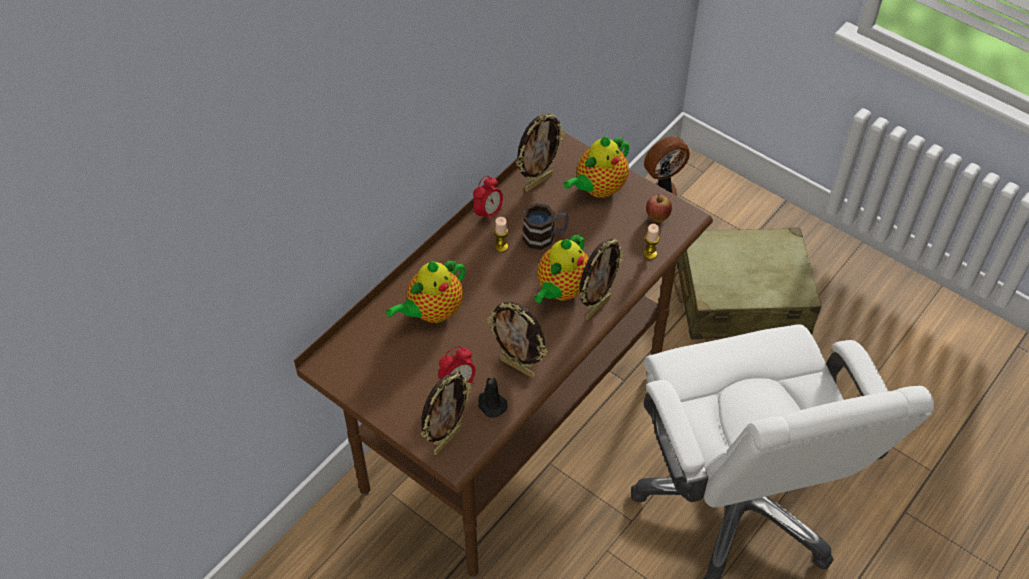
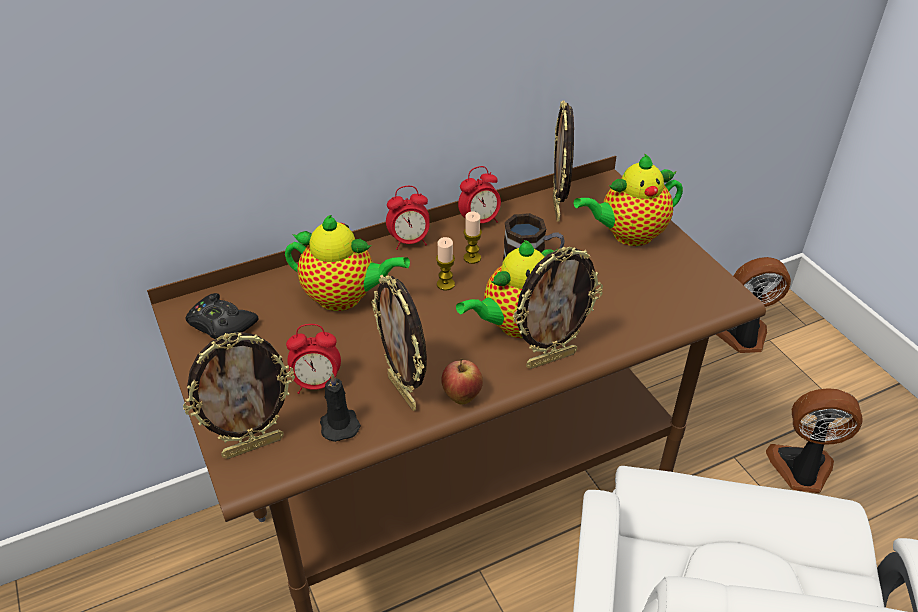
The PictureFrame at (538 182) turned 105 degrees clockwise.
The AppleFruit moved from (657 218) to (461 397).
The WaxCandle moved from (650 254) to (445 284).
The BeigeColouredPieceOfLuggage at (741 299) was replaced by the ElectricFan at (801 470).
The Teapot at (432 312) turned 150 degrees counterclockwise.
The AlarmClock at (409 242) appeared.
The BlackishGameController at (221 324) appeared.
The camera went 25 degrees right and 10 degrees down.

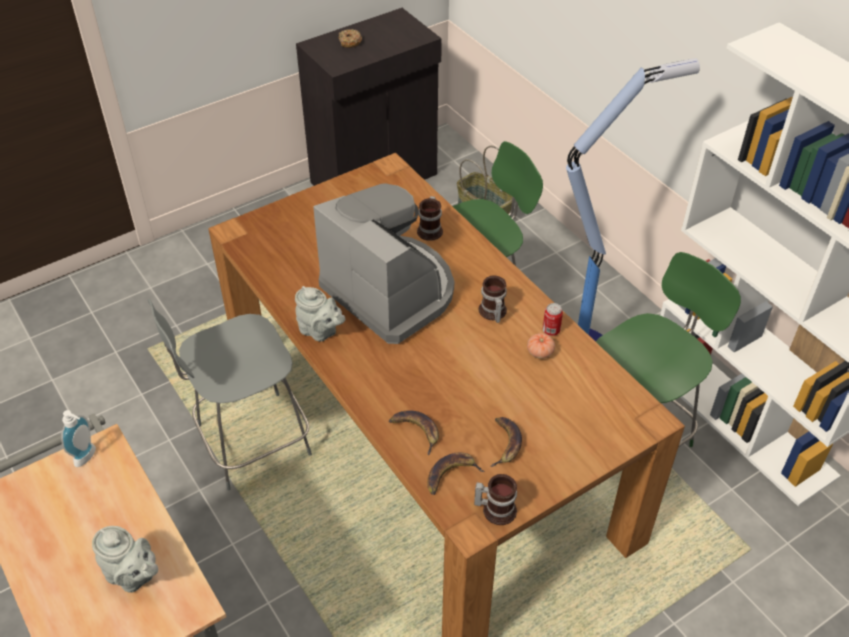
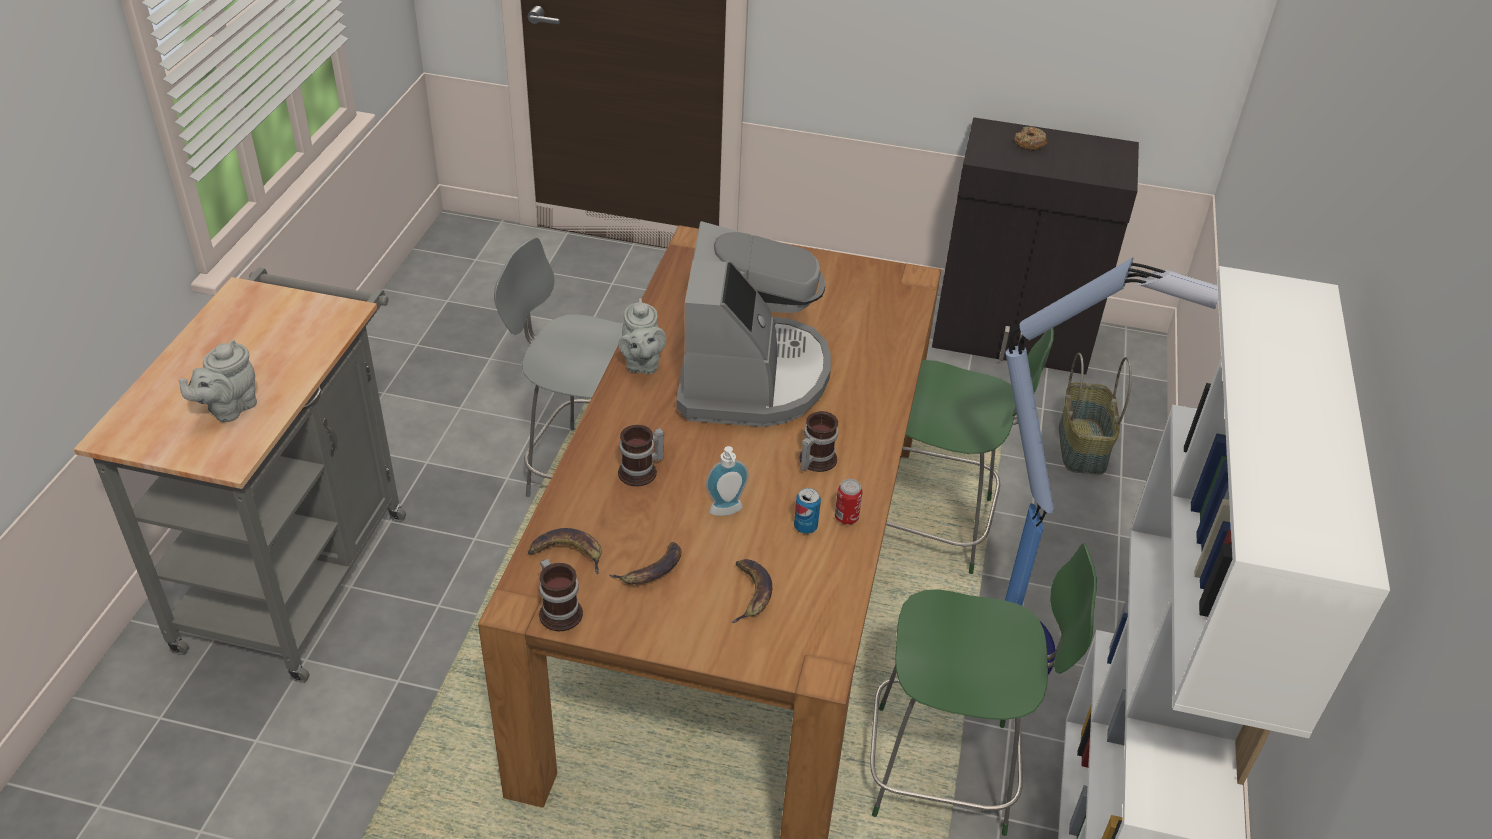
The CoffeeMug moved from (431 230) to (642 472).
The WholeTomato at (540 352) was replaced by the MetalCan at (805 526).
The SoapBottle moved from (87 457) to (727 512).
The WholeBanana moved from (416 431) to (751 593).
The GreyishTeapot at (133 576) turned 45 degrees clockwise.
The camera went 45 degrees right and 5 degrees down.

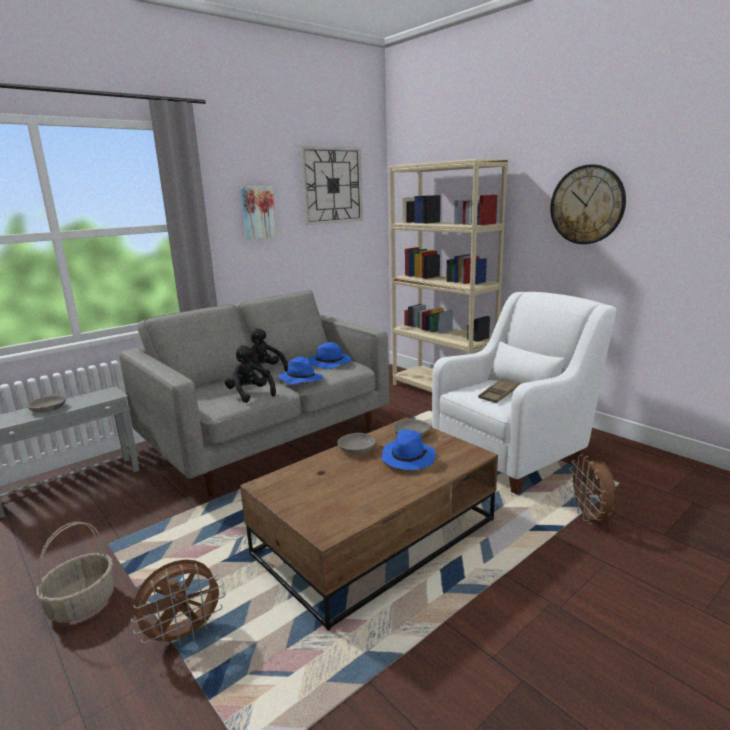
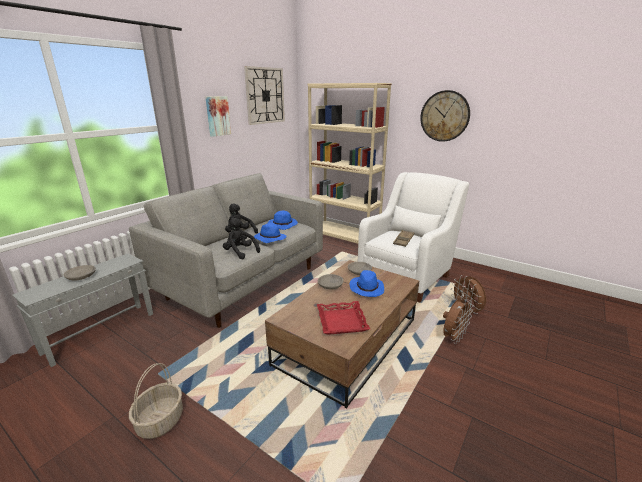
The BrownColouredElectricFan moved from (184 634) to (453 337).
The RedColouredServingTray at (341 321) appeared.
The camera went 15 degrees left and 5 degrees up.

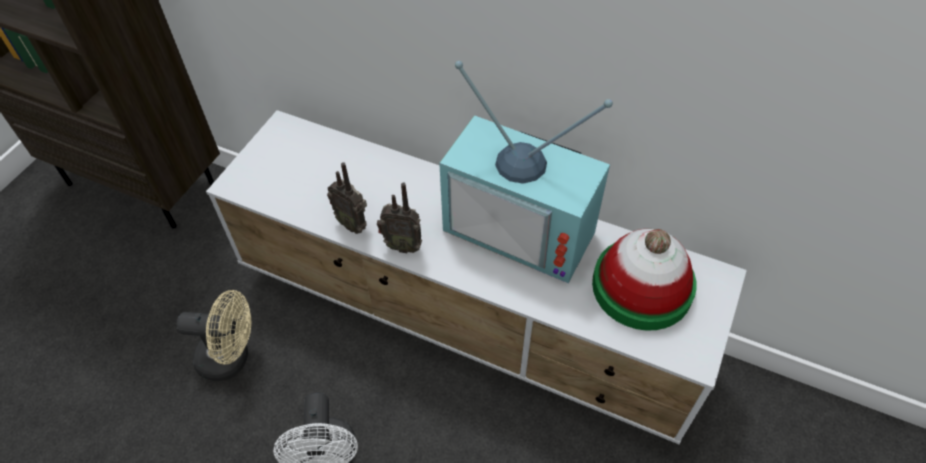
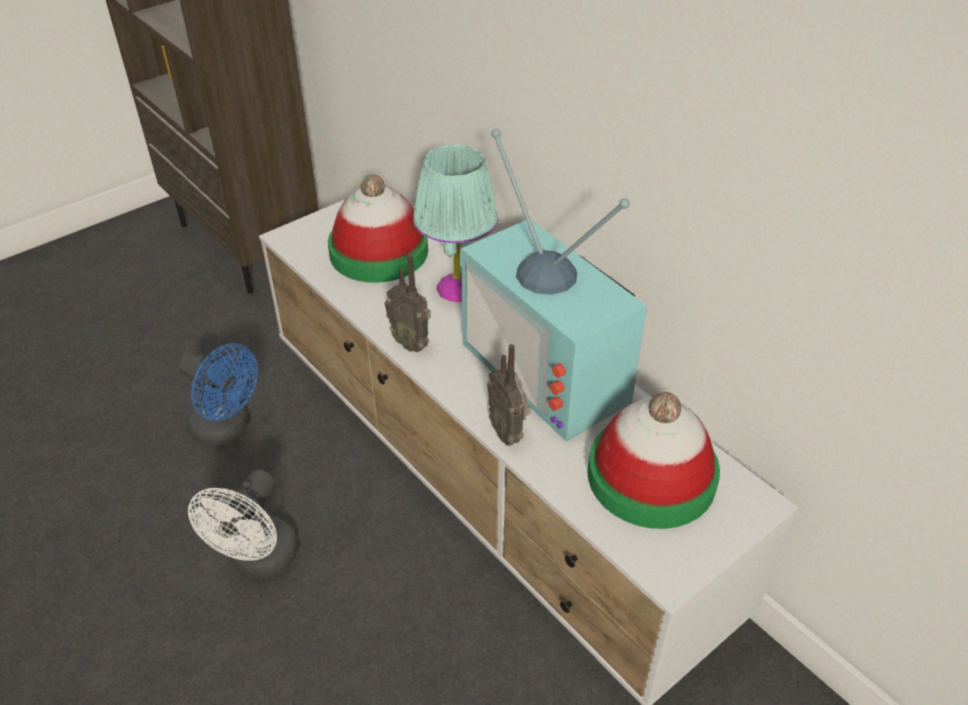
The RadioReceiver moved from (353 224) to (508 433).
The BeigeColouredElectricFan at (231 358) became the BlueElectricFan at (227 428).
The BlueGreenTableLamp at (457 288) appeared.
The WearableHat at (379 251) appeared.
The camera went 25 degrees right and 10 degrees down.

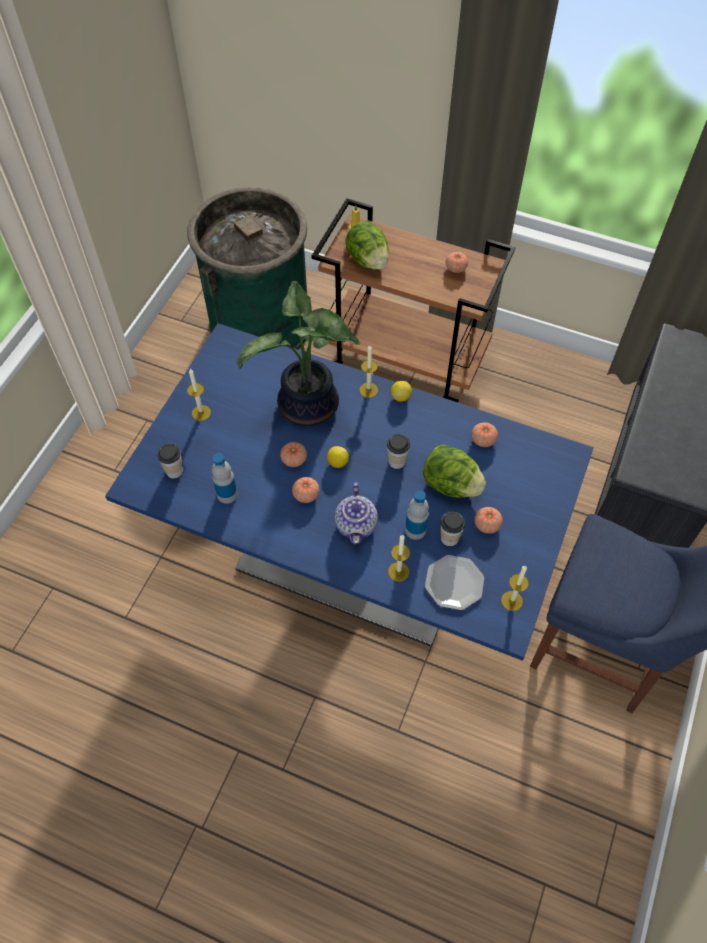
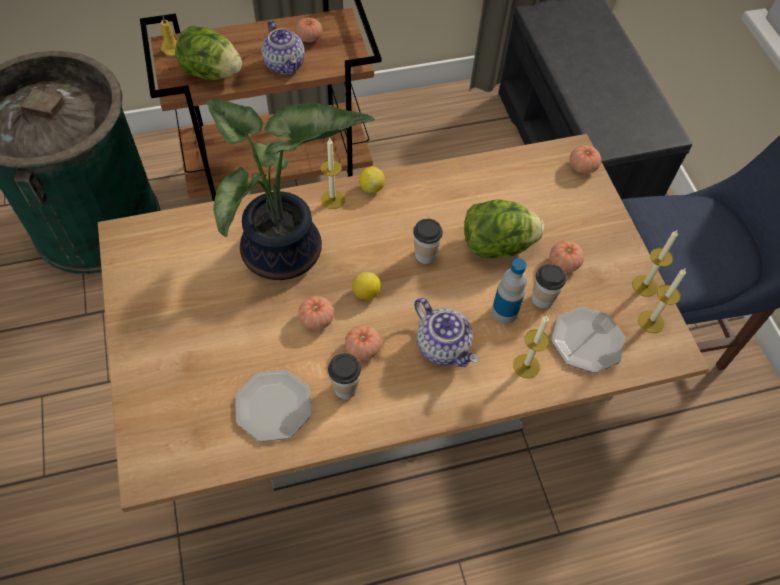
The BlueKitchenTable at (353 559) became the BrownColouredKitchenTable at (384 397).
The WaxCandle moved from (201 413) to (644 285).
The WholeTomato moved from (483 440) to (582 167).
The Cup moved from (174 471) to (345 388).
The BeverageBottle at (227 494) was replaced by the FlatDish at (274 406).
The Teapot at (284 64) appeared.
The camera went 40 degrees left and 0 degrees up.

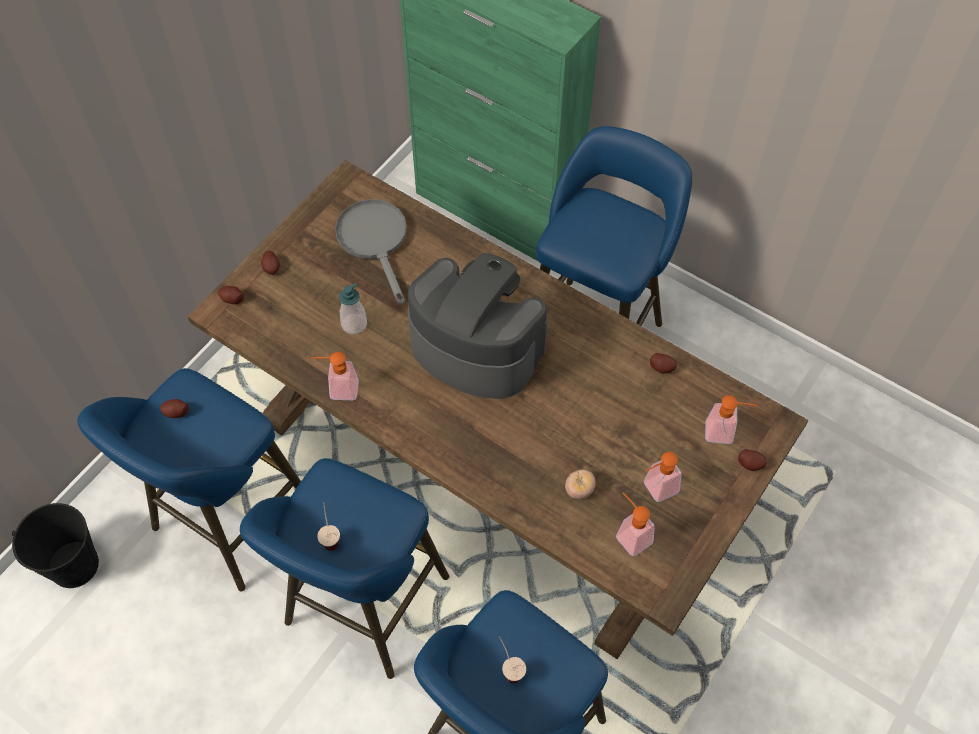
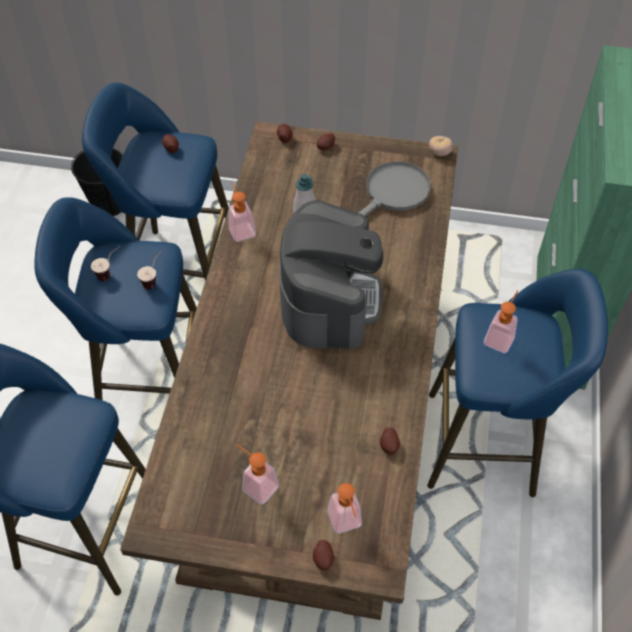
The WholeTomato moved from (579 490) to (439 153).
The SoapBottle moved from (630 535) to (500 337).
The Cup moved from (509 666) to (154 280).
The camera went 65 degrees right and 5 degrees down.

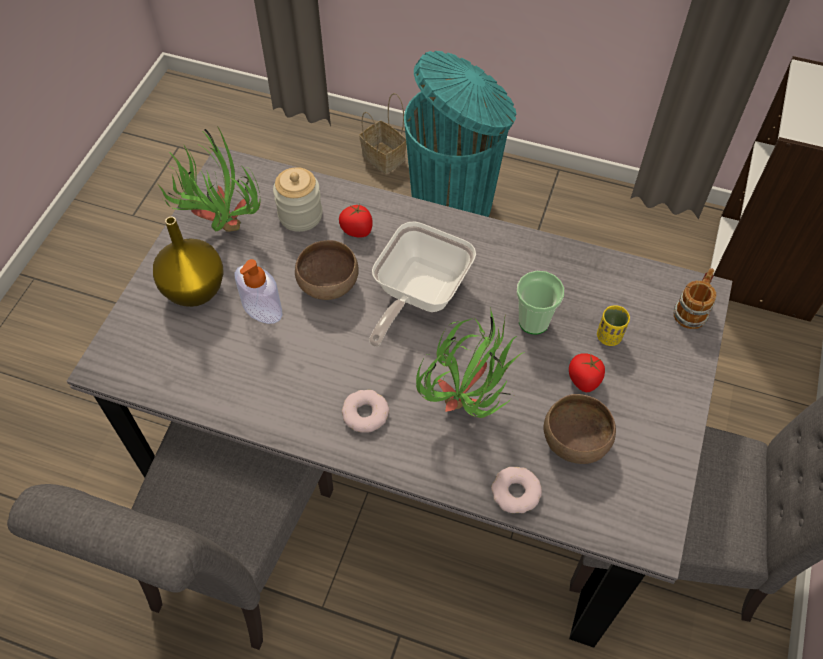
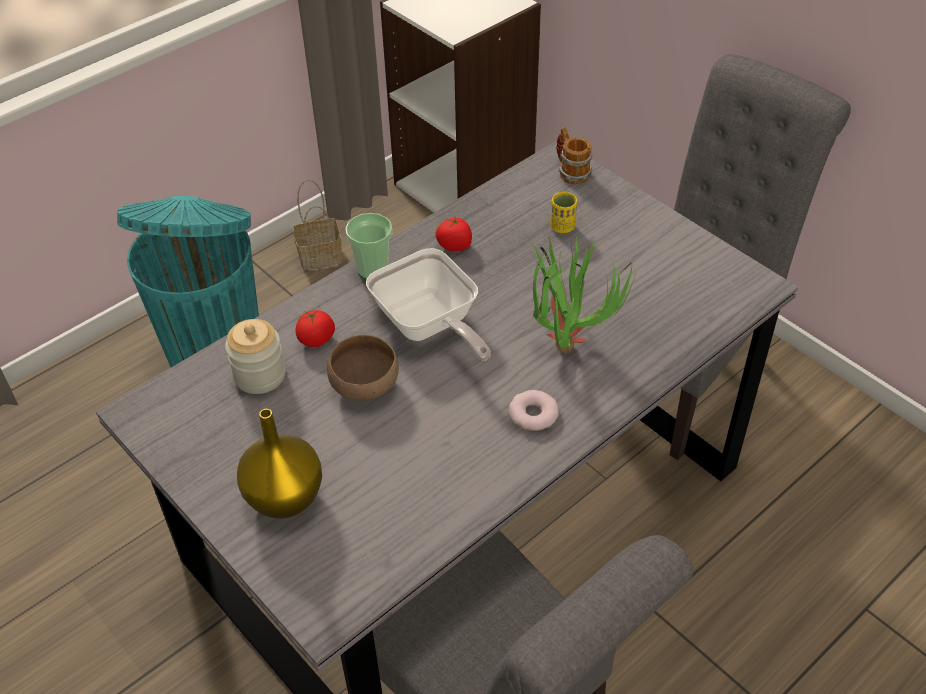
The Basket moved from (385 158) to (321 255).
The PottedPlant at (221 226) disappeared.
The SoapBottle at (262 308) disappeared.
The Cup moved from (533 321) to (373 270).
The WholeTomato moved from (584 380) to (455 245).
The BrownColouredDeepDish at (575 439) disappeared.
The Doughnut at (515 492) disappeared.
The camera went 60 degrees left and 10 degrees down.

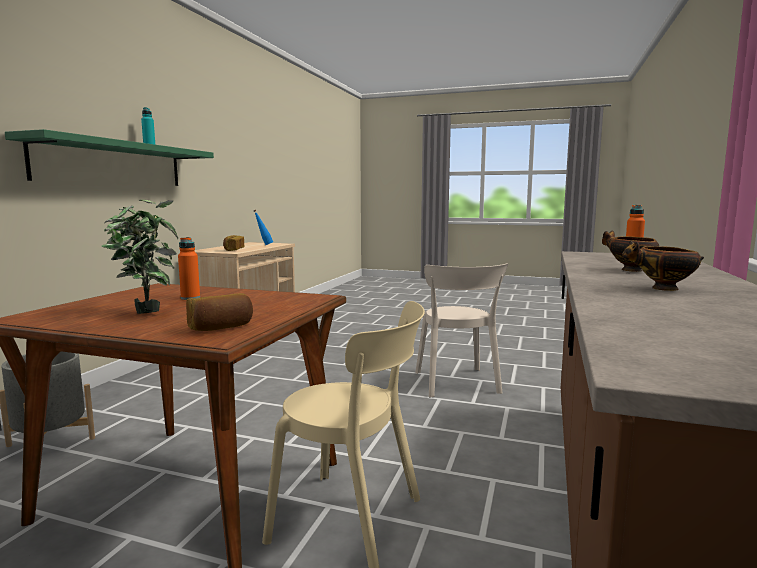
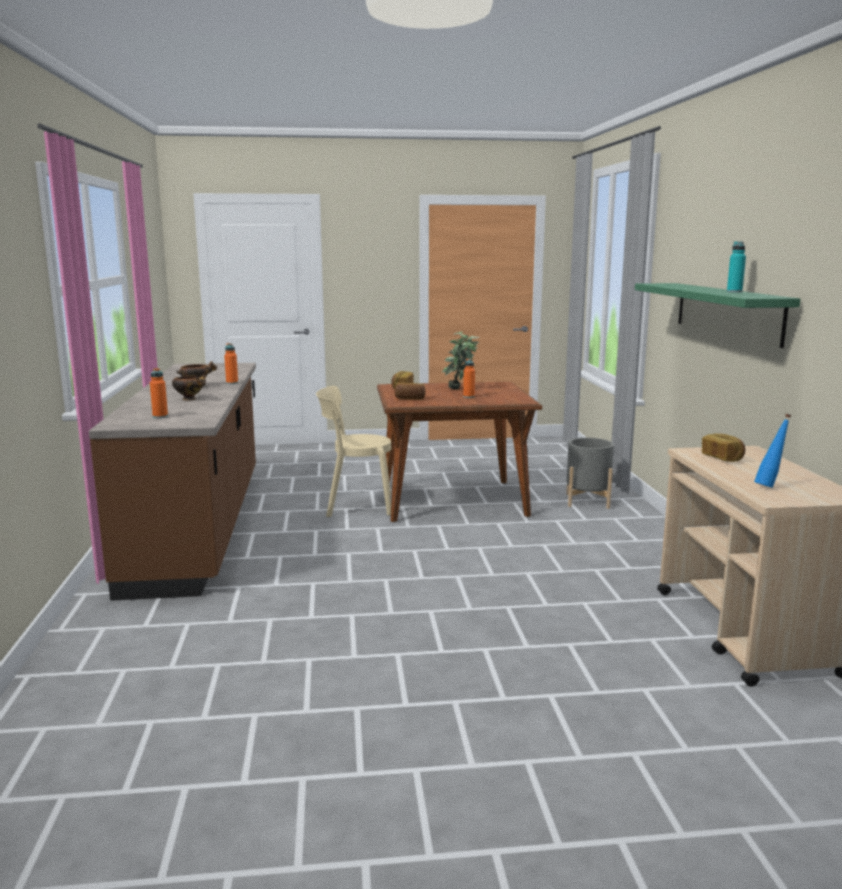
The BeigeColouredChair at (457 384) disappeared.
The OrangeBeverageBottle at (232 383) appeared.
The Bread at (410 399) appeared.
The camera went 155 degrees right and 5 degrees up.

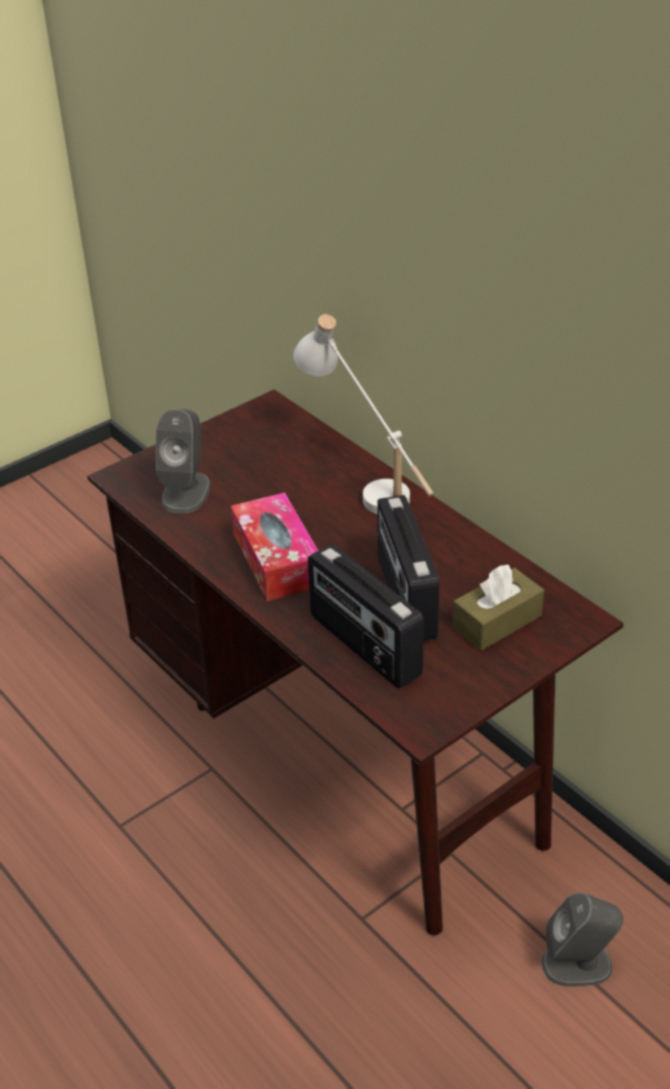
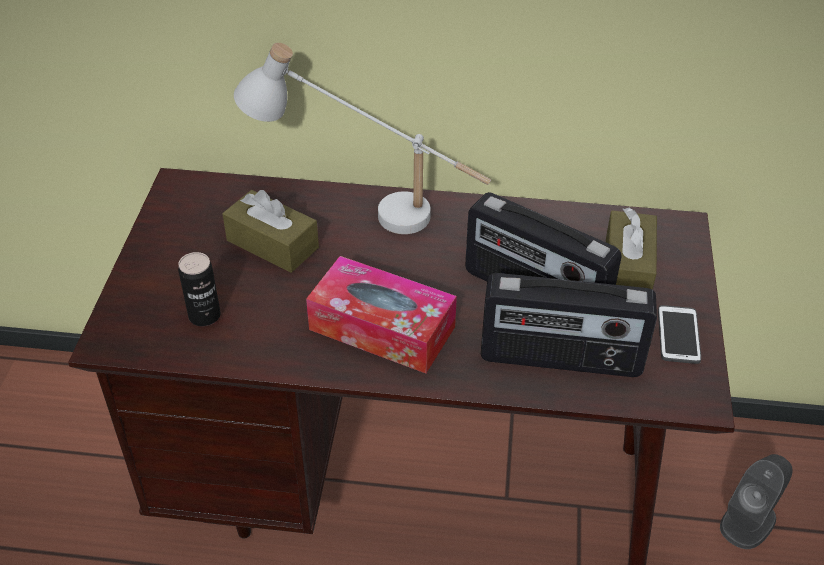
The GreyishAudioSpeaker at (186 492) was replaced by the MetalCan at (204 316).
The BrownColouredTissueHolder at (272 244) appeared.
The Phone at (678 335) appeared.
The camera went 45 degrees left and 5 degrees up.

